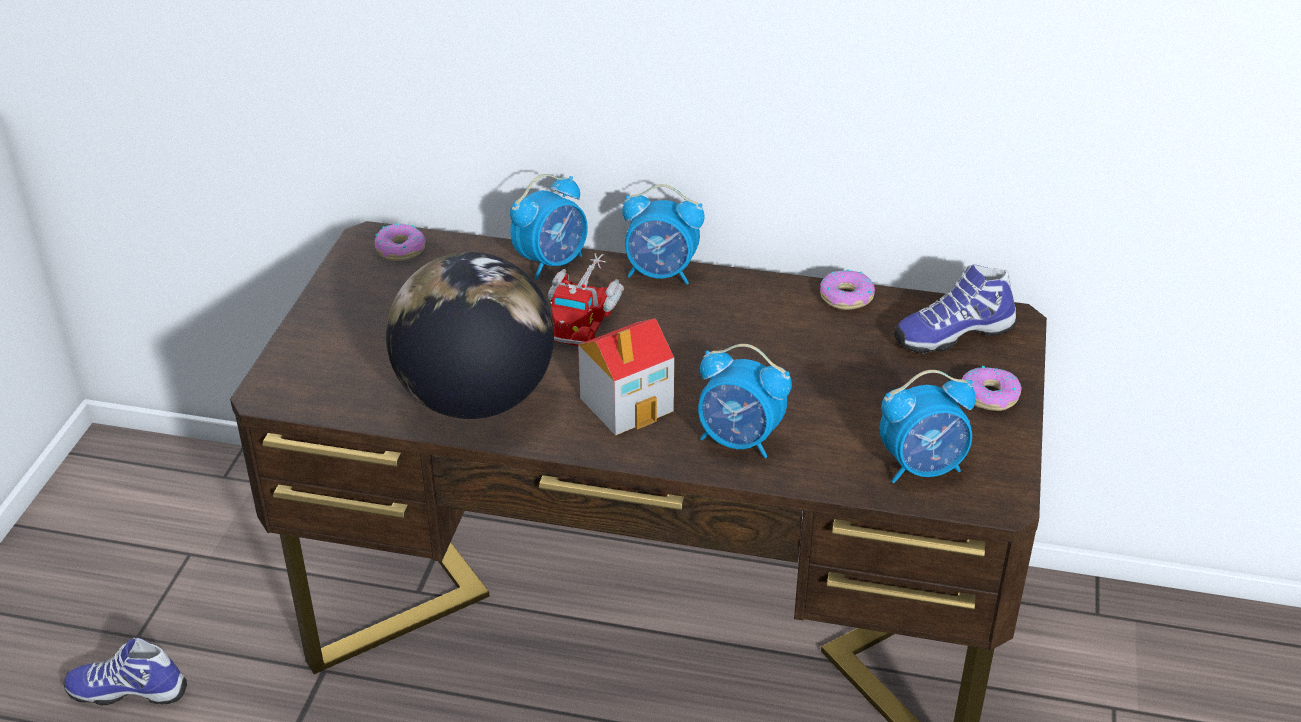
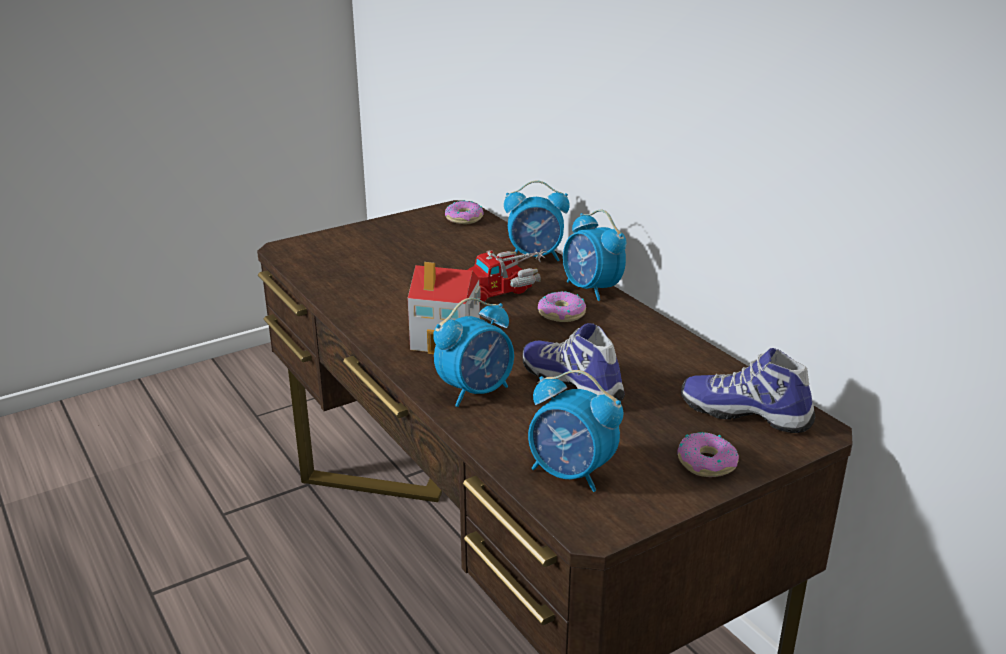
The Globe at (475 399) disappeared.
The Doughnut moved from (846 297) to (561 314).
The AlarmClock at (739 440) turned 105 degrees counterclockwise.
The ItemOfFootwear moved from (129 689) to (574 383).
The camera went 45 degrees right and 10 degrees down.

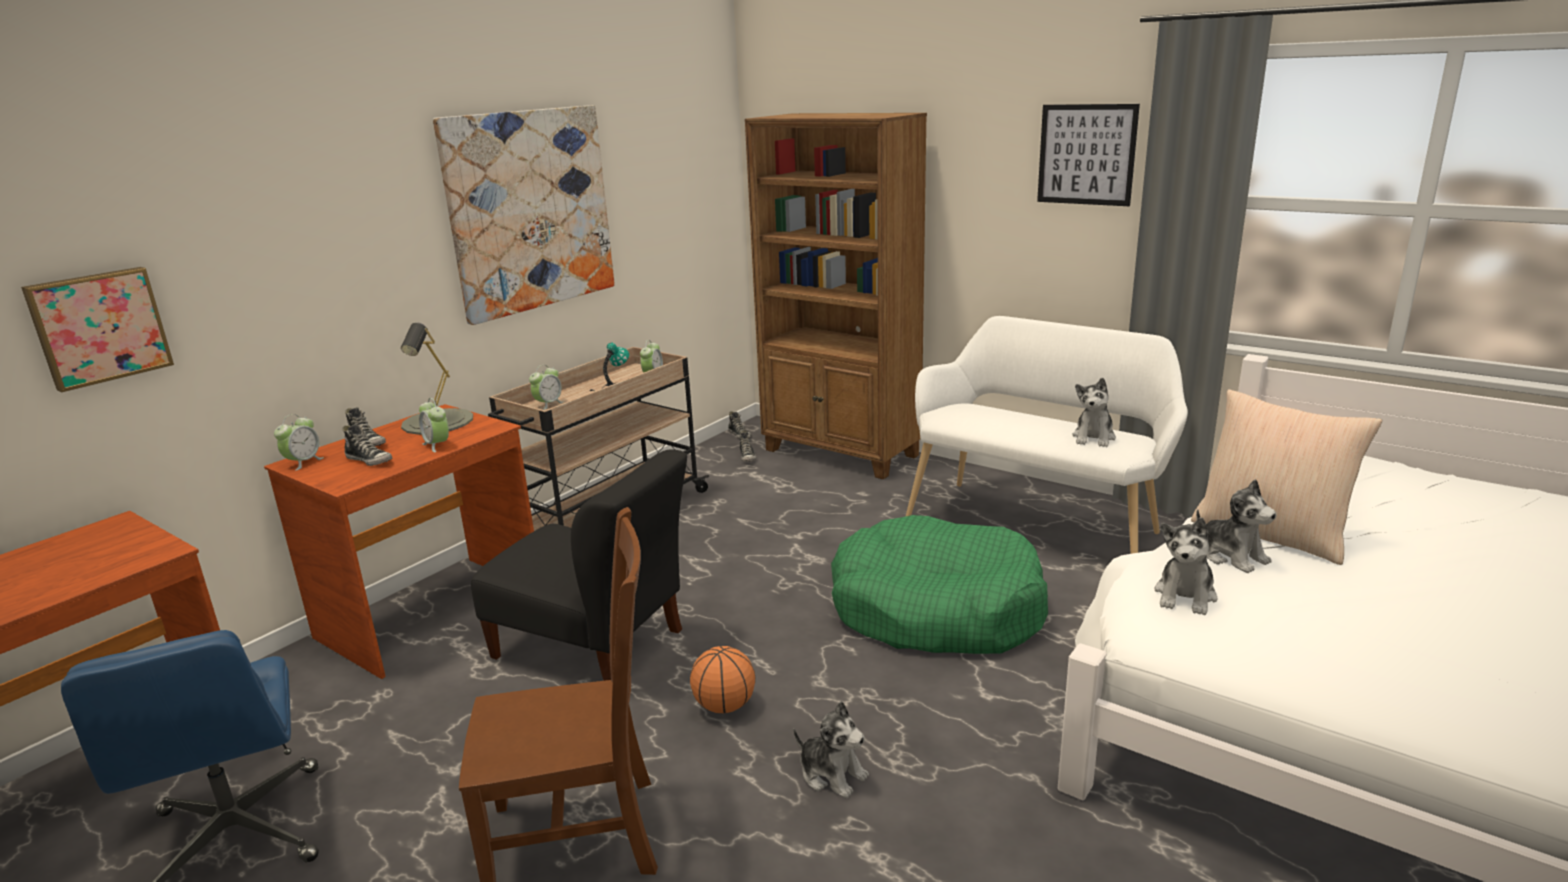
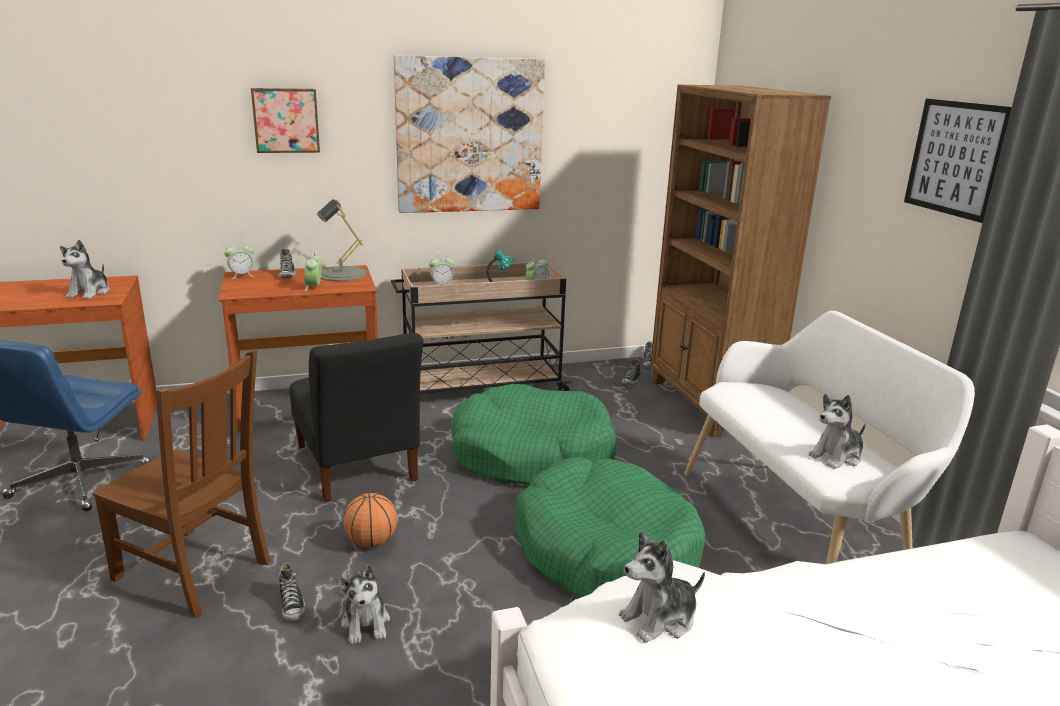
The WallArt moved from (99 327) to (286 120).
The BeigeColouredPillow at (1271 534) disappeared.
The ItemOfFootwear moved from (370 460) to (292 605).
The CuddlyToy moved from (1232 556) to (90 293).
The GreenishPetBed at (532 455) appeared.
The camera went 35 degrees right and 0 degrees up.

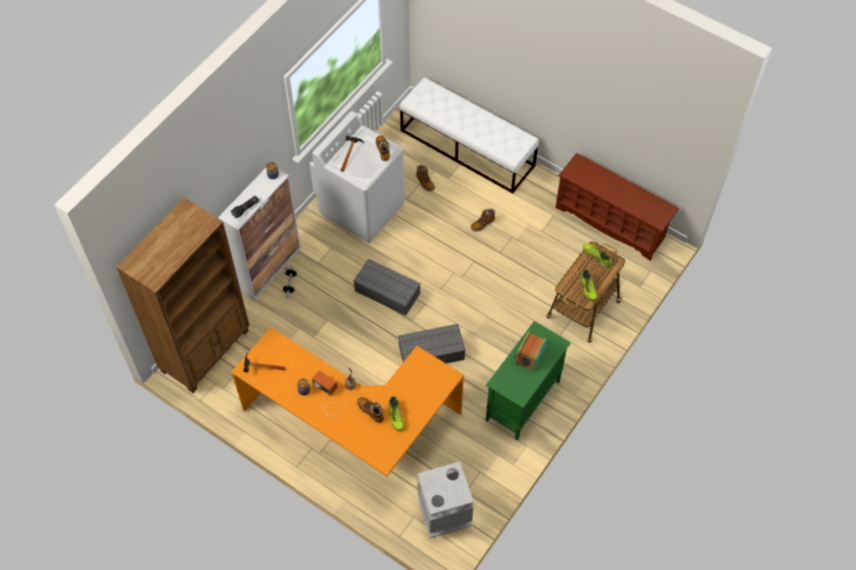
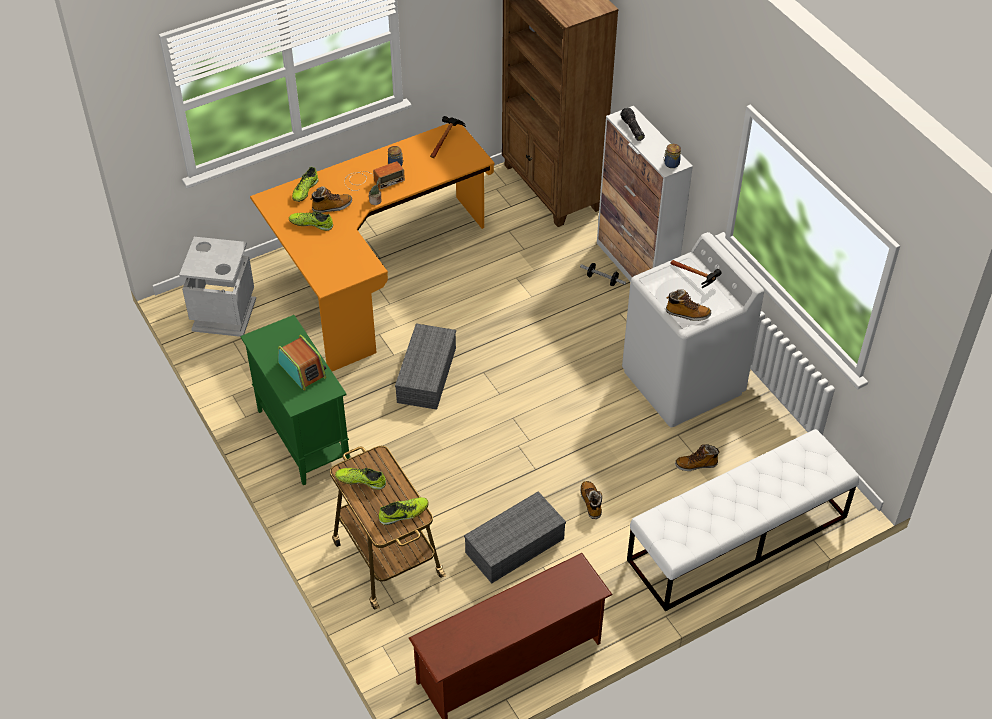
The GreyishStorageBox moved from (388 292) to (514 547).
The ItemOfFootwear at (305 190) appeared.
The camera went 115 degrees right and 10 degrees down.

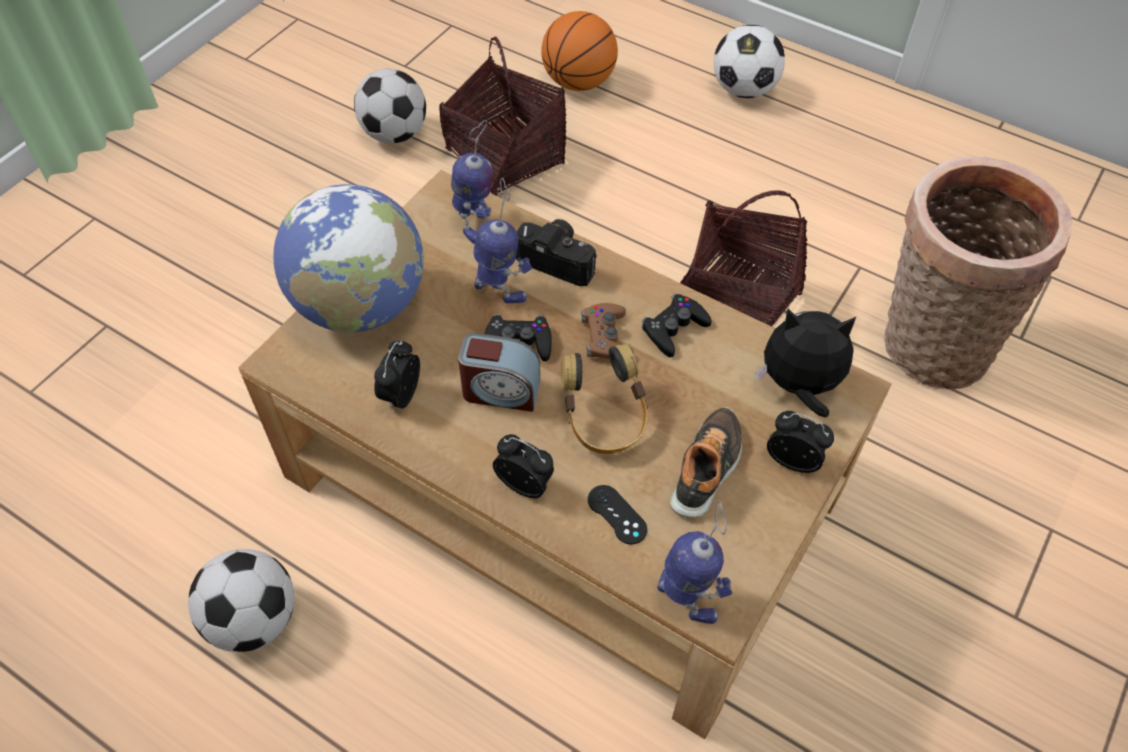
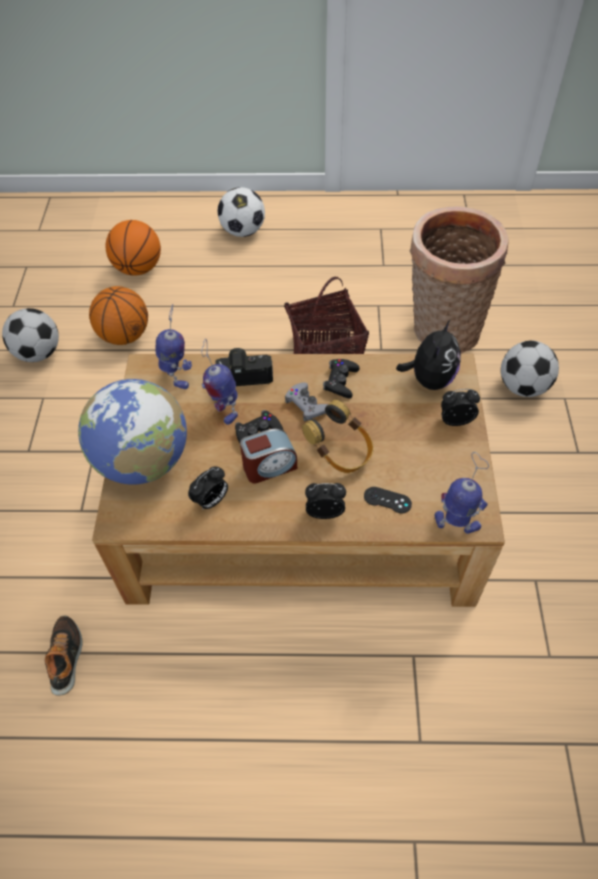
The Basket at (505 158) was replaced by the BasketballBall at (125 336).
The RobotFigure at (500 289) turned 120 degrees counterclockwise.
The BrownColouredGameController at (606 337) became the GreyishGameController at (307 405).
The CuddlyToy at (799 386) turned 135 degrees clockwise.
The AlarmClock at (400 395) turned 120 degrees counterclockwise.
The ItemOfFootwear moved from (707 468) to (66 657).
The FootballBall moved from (253 620) to (522 387).
The camera went 30 degrees left and 0 degrees up.

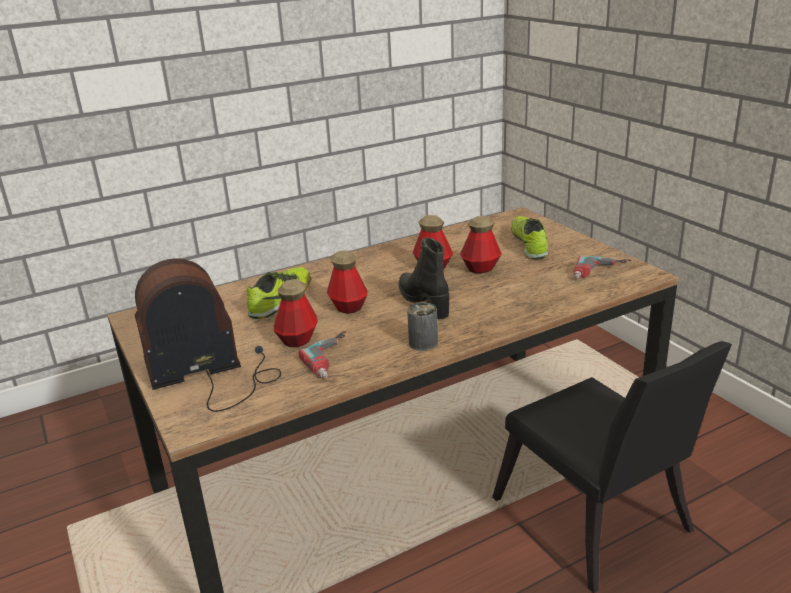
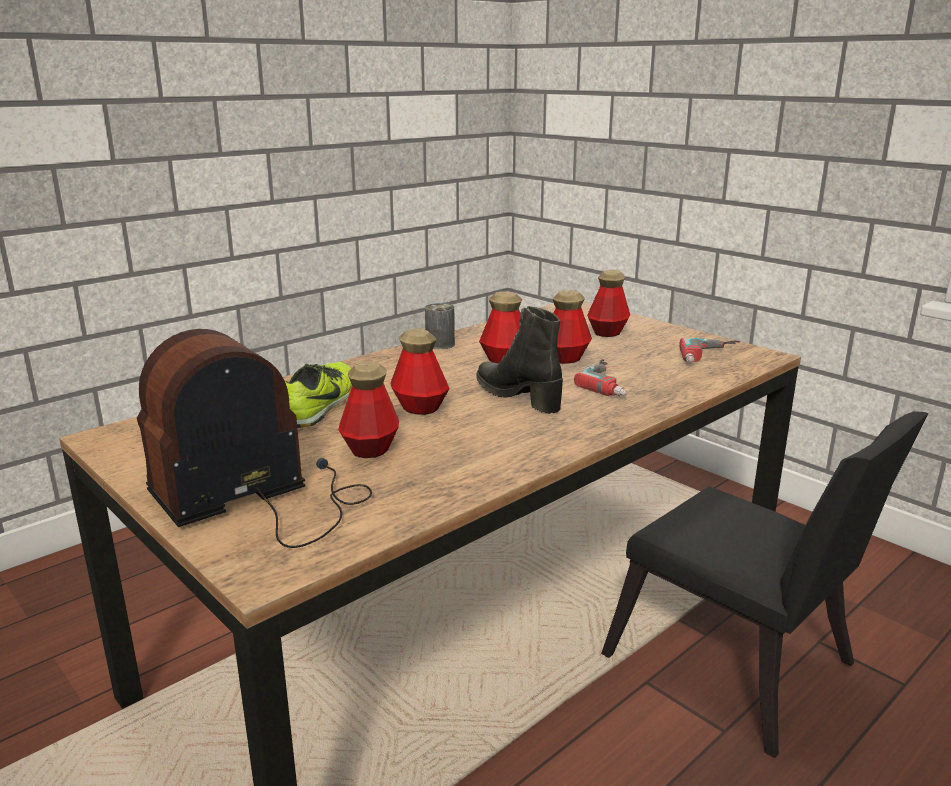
The ItemOfFootwear at (529 244) was replaced by the BeverageBottle at (607 332).
The MetalCan moved from (423 343) to (440 344).
The Drill moved from (334 359) to (611 383).
The camera went 15 degrees left and 5 degrees down.

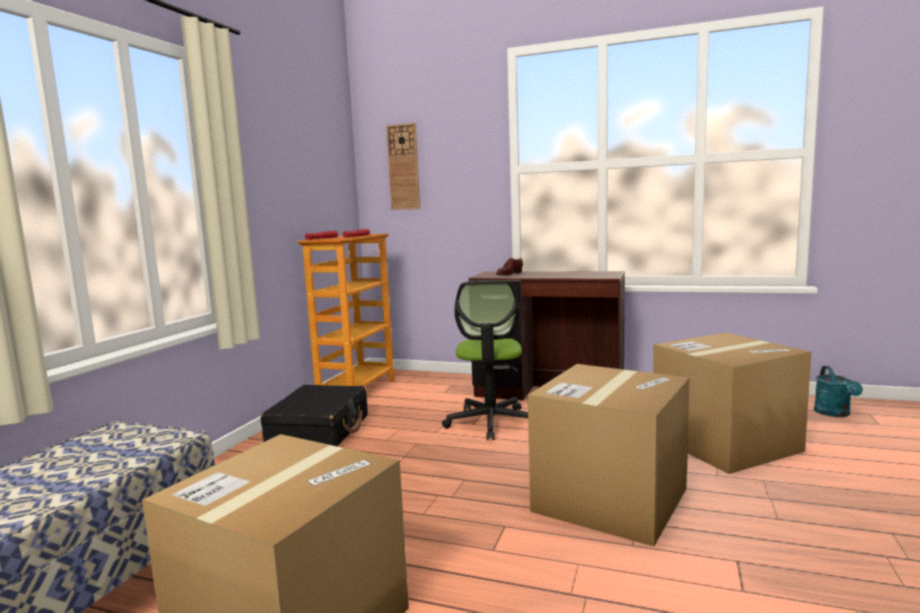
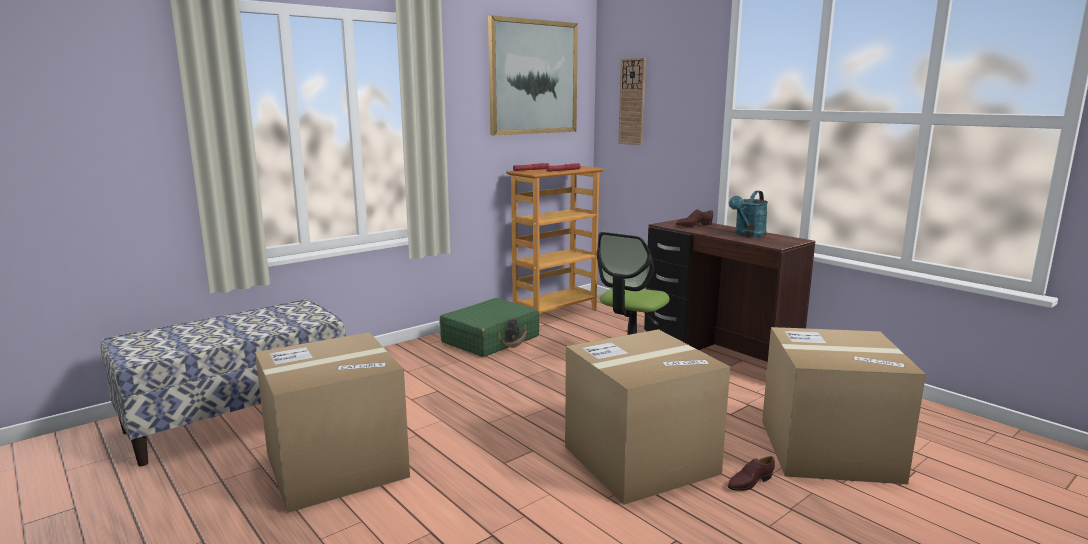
The BlueGreenWateringCan moved from (835 414) to (747 235).
The BlackishPieceOfLuggage at (319 431) became the GreenishPieceOfLuggage at (491 339).
The WallArt at (533 77) appeared.
The BrownColouredItemOfFootwear at (749 482) appeared.
The camera went 30 degrees right and 5 degrees up.

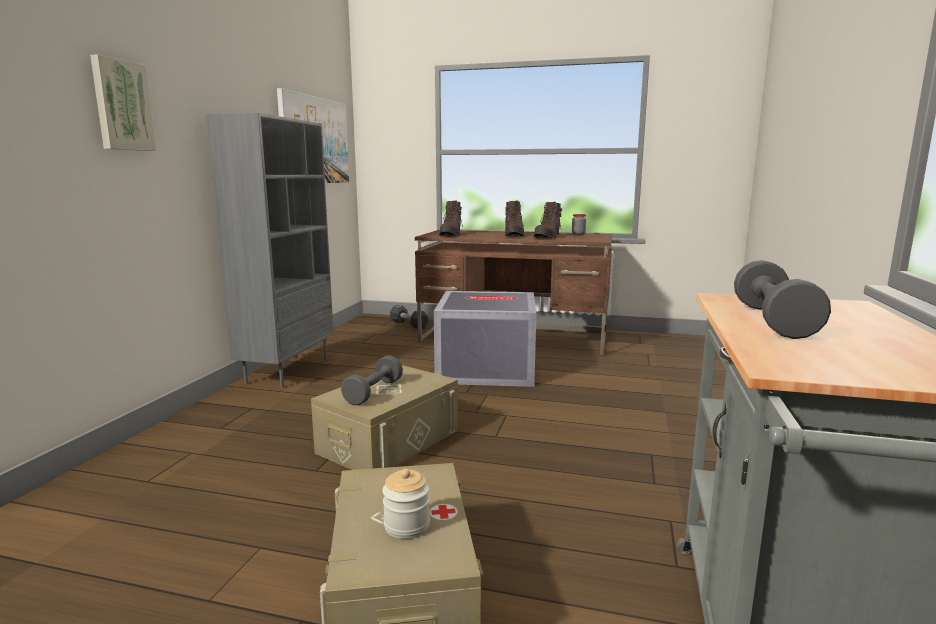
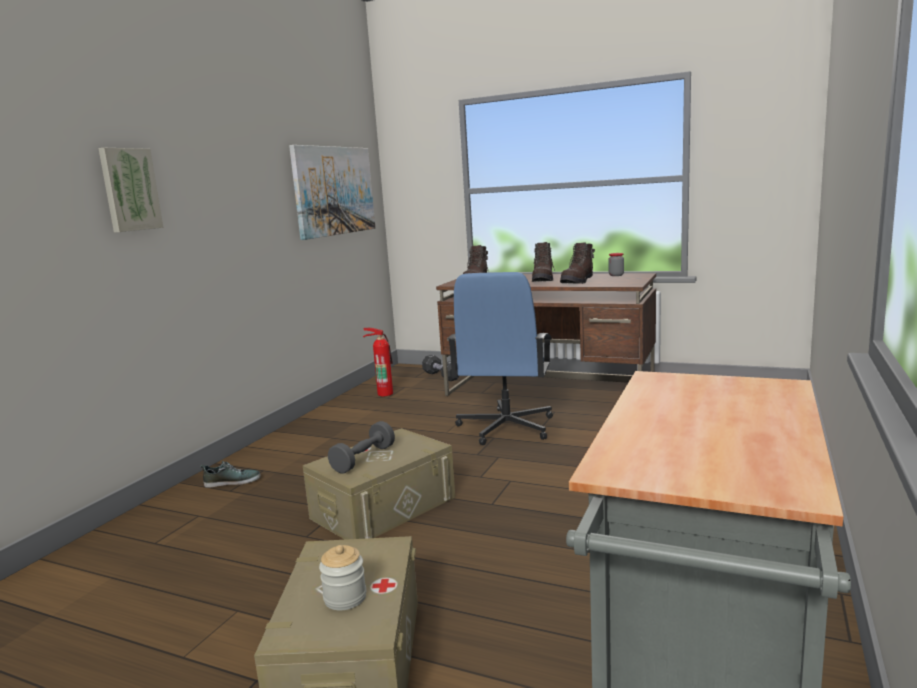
The GreyishShelvingUnit at (287 370) disappeared.
The GreyishDumbbell at (773 321) disappeared.
The GreyishStorageBox at (485 369) was replaced by the BlueOfficeChair at (505 428).
The FireExtinguisher at (384 393) appeared.
The ItemOfFootwear at (232 481) appeared.
The camera went 10 degrees right and 0 degrees up.

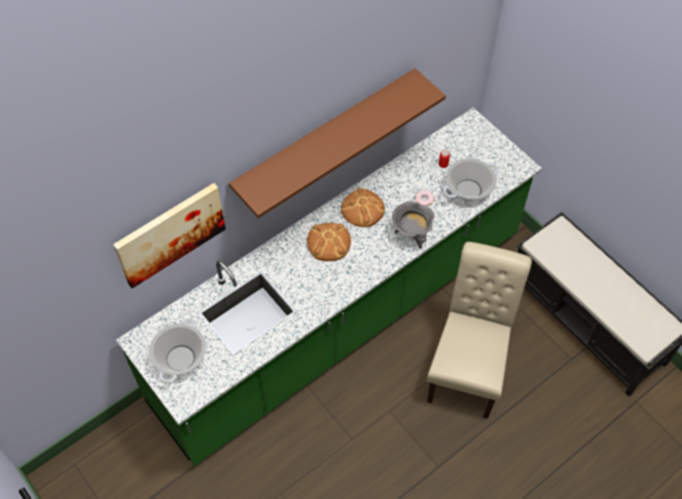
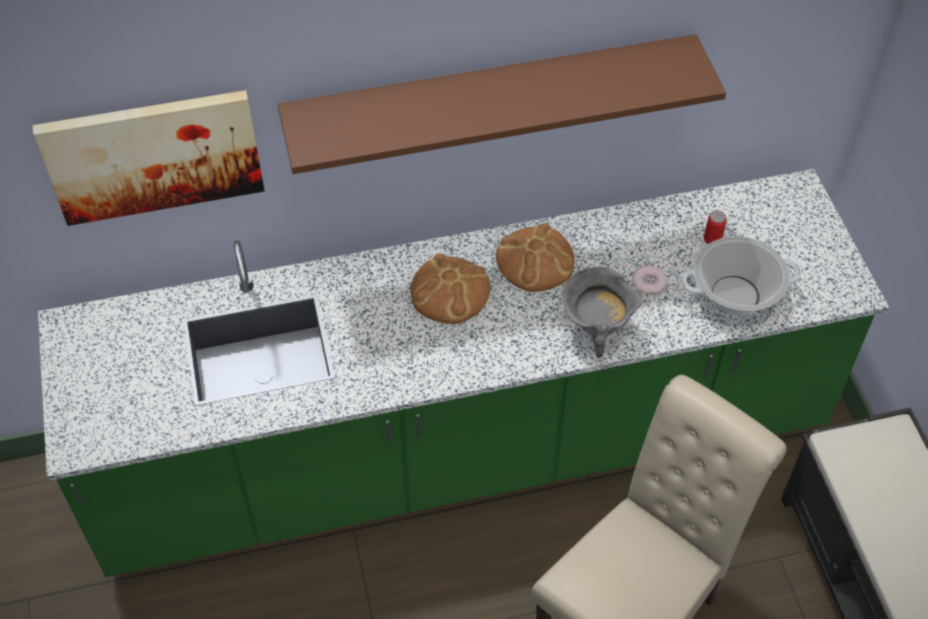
The CookingPot at (180 358) disappeared.
The camera went 25 degrees right and 5 degrees down.

